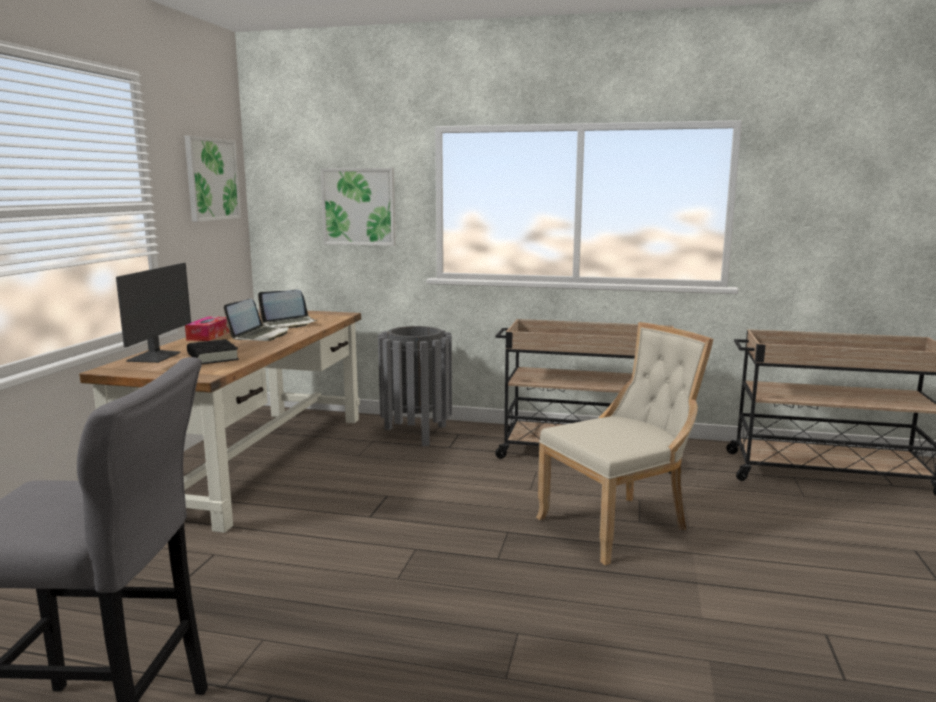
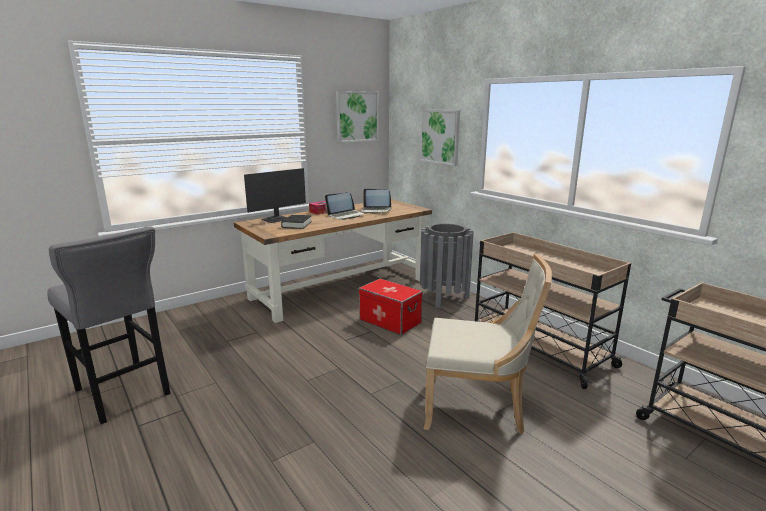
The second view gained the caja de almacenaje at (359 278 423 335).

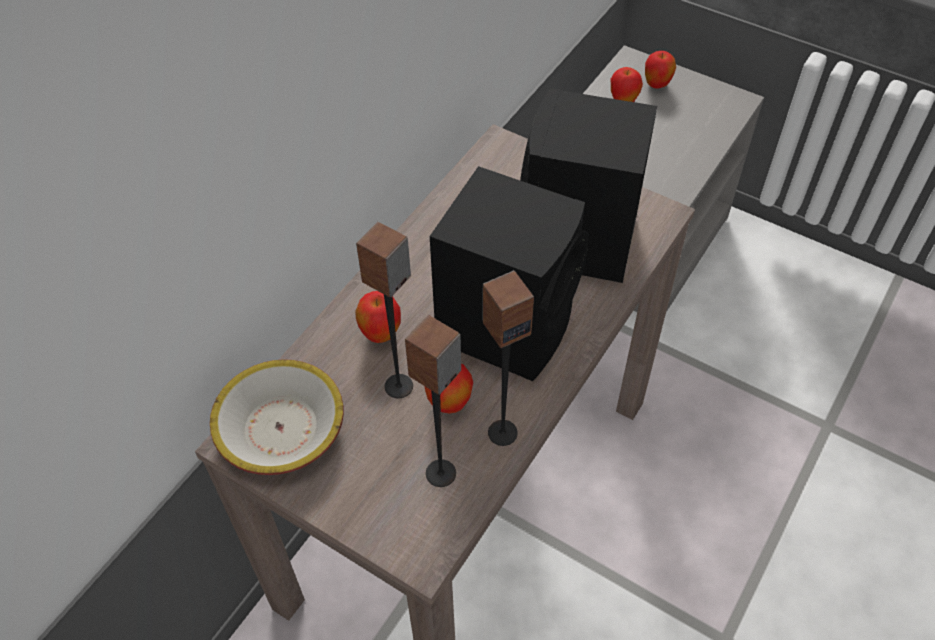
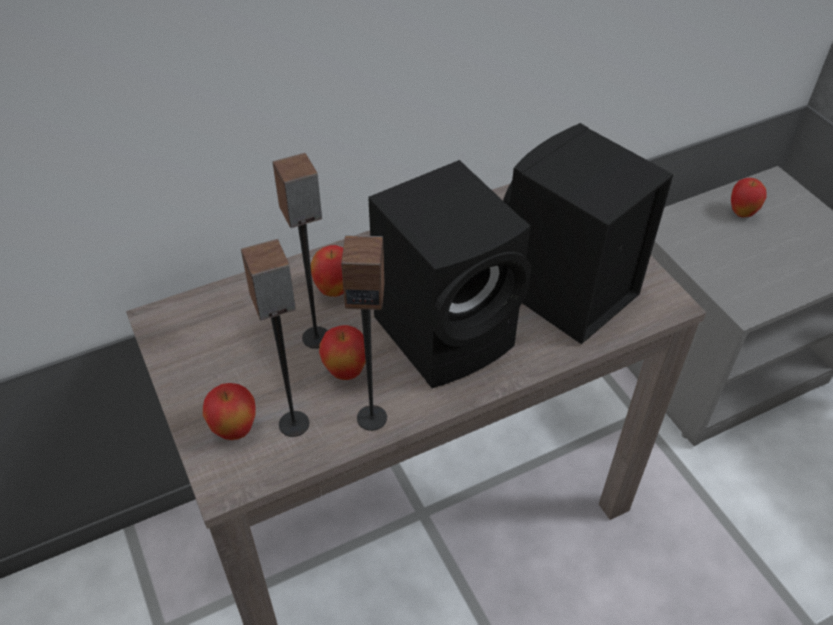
The second view lost the cuenco at (210 359 344 475). The manzana ended up elsewhere, having gone from (645 51 676 89) to (203 383 255 440).

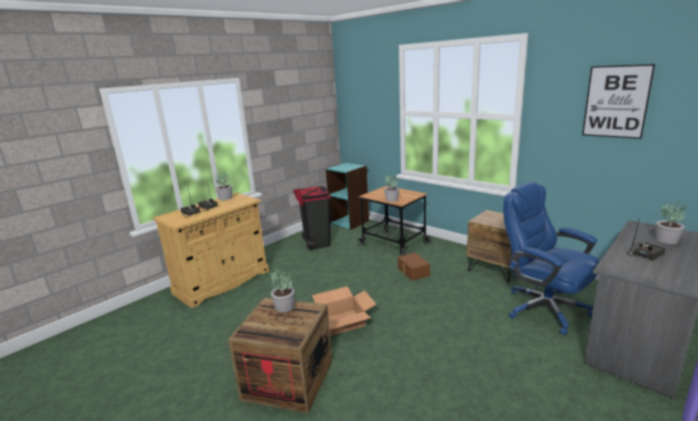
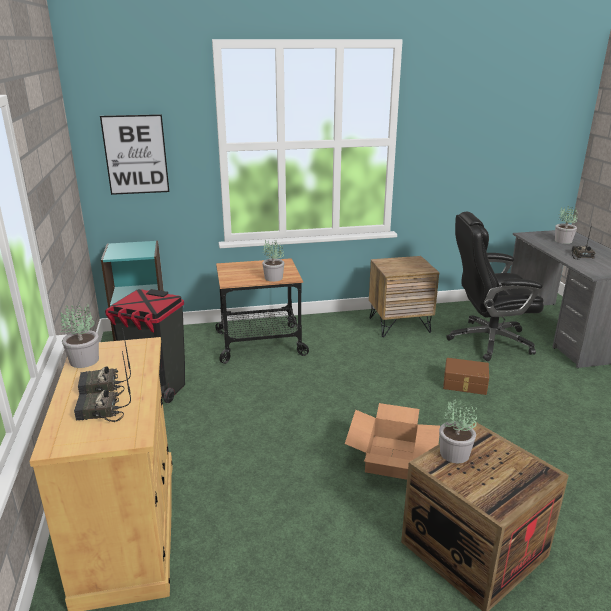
The caja de almacenaje (marrón) ended up elsewhere, having gone from (398 253 430 281) to (443 358 489 395). What was the silla de oficina (azul) at (503 182 599 335) turned into the silla de oficina (negro) at (446 212 544 361). The cuadro ended up elsewhere, having gone from (582 64 655 139) to (100 114 169 195).

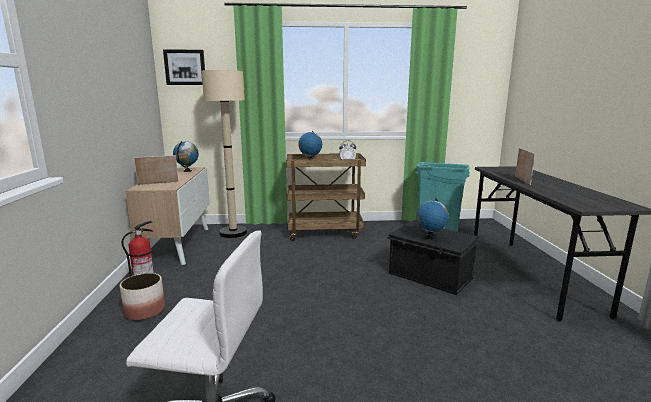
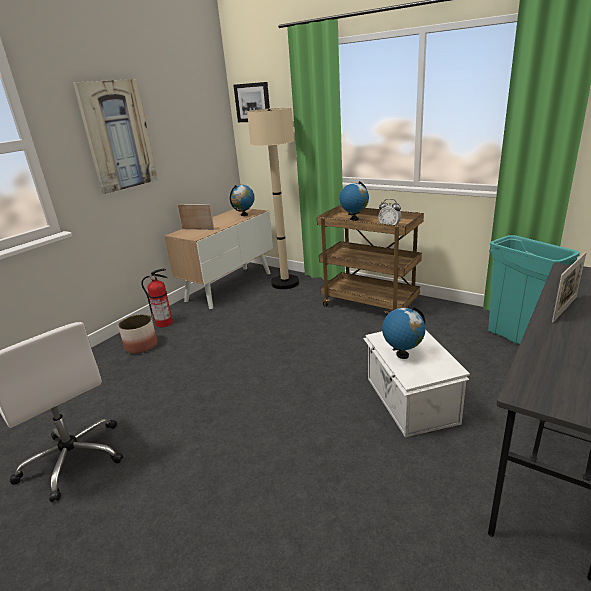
What was the caja de almacenaje (negro) at (387 221 480 295) turned into the caja de almacenaje (blanco) at (363 330 470 437). The second view gained the cuadro at (73 79 158 194).

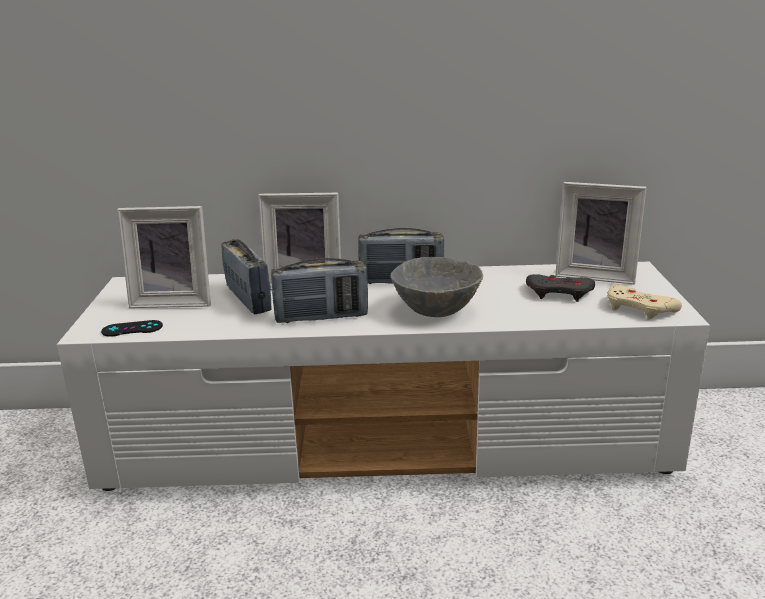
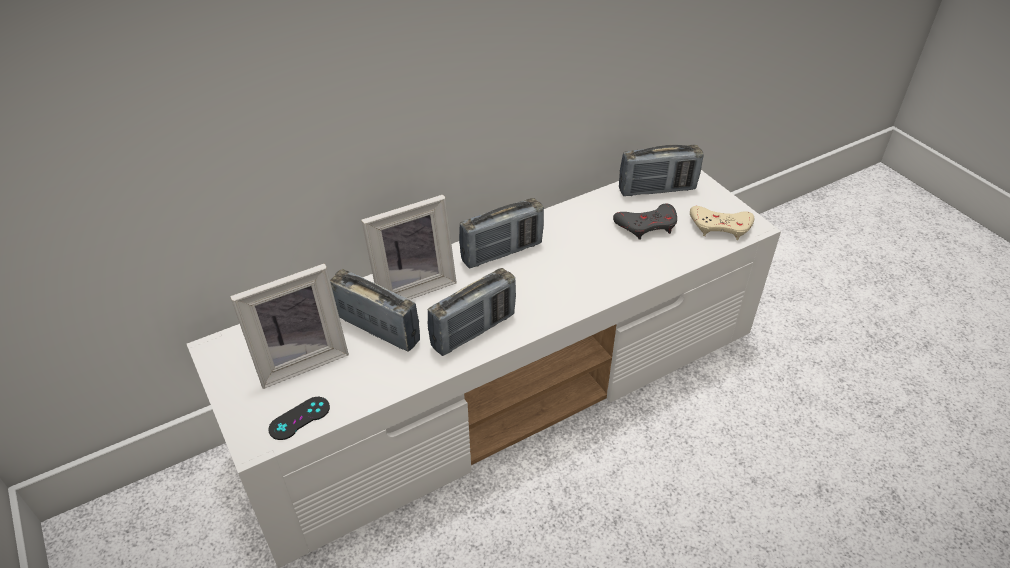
The second view lost the cuenco (gris) at (391 257 483 317). Where the portarretratos stood at (555 182 647 284), the radio came to stand at (619 145 704 196).

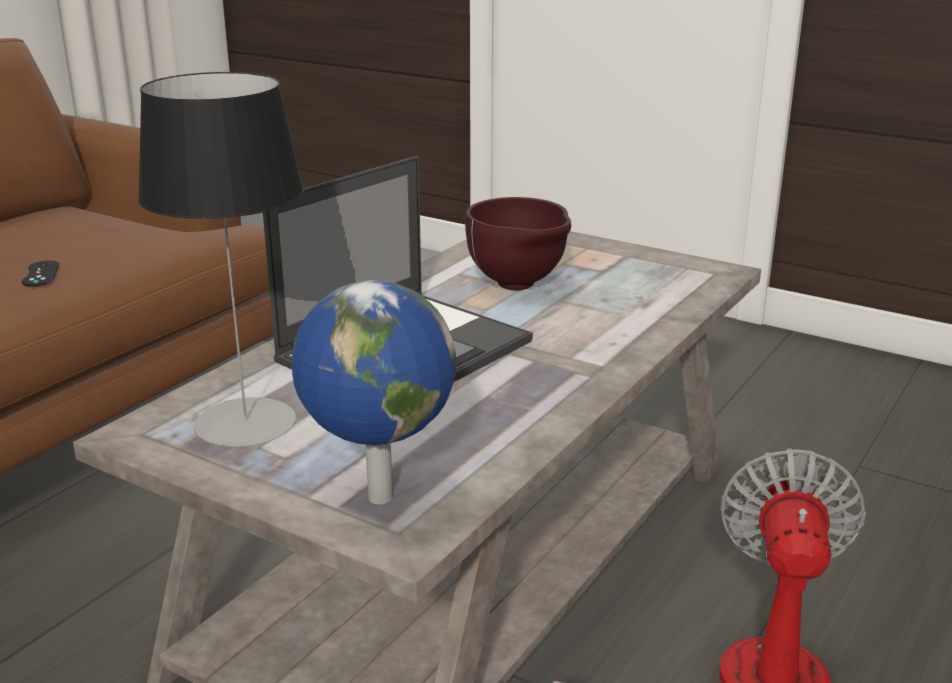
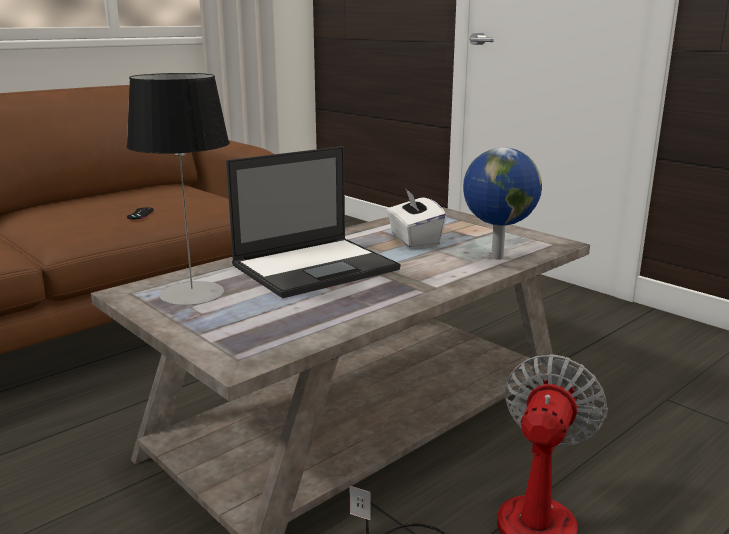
The globo terráqueo ended up elsewhere, having gone from (292 280 457 504) to (463 147 542 260). Where the cuenco (marrón) stood at (465 197 571 290), the caja de pañuelos (blanco) came to stand at (387 188 447 248).

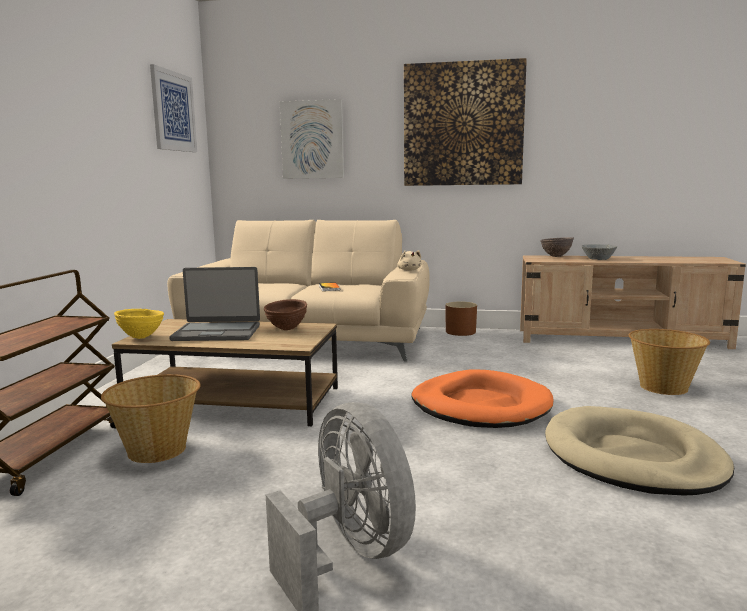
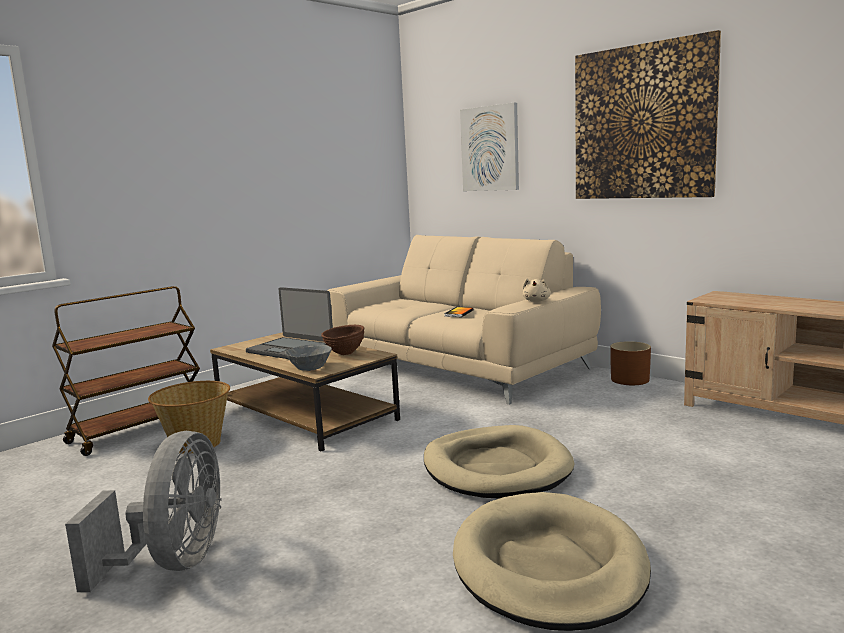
The second view lost the cuenco (amarillo) at (114 309 164 339). The second view lost the cuadro at (150 64 197 152). What was the cama para perro (naranja) at (411 369 554 428) turned into the cama para perro (beis) at (424 425 575 499). The second view lost the cuenco (marrón) at (540 237 574 257). The cuenco (gris) ended up elsewhere, having gone from (582 244 617 260) to (285 344 332 371). The second view lost the cesta at (629 329 710 395).

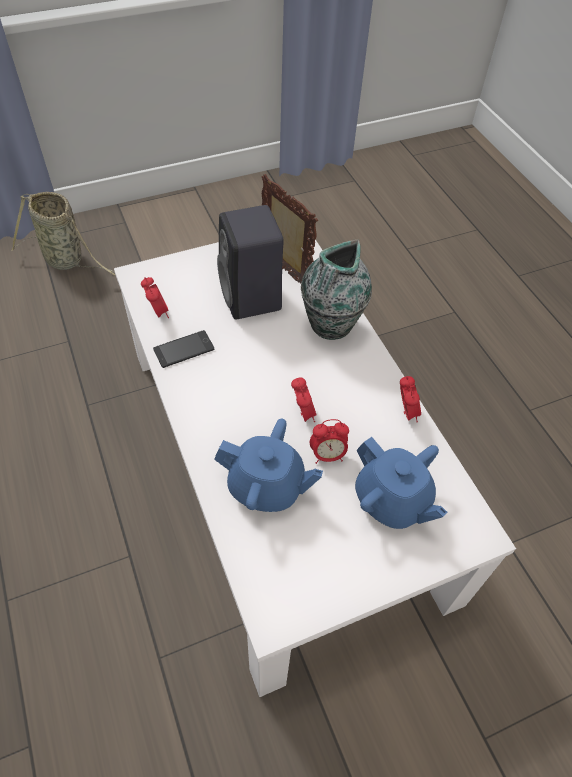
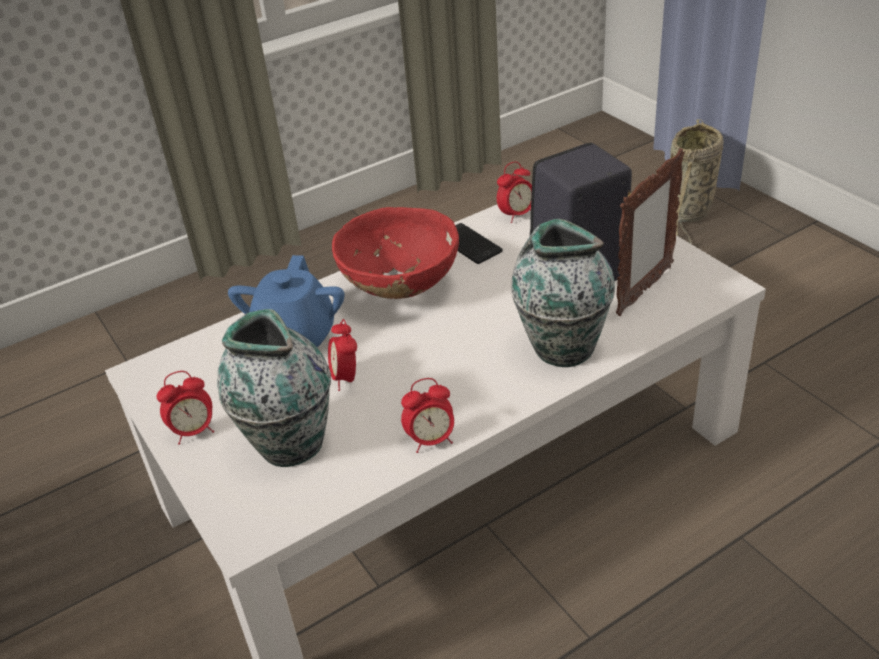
The despertador ended up elsewhere, having gone from (291 377 317 422) to (156 371 214 445). Where the tetera (azul) stood at (355 437 448 529), the florero came to stand at (217 309 331 467). The second view gained the cuenco (rojo) at (332 207 459 299).

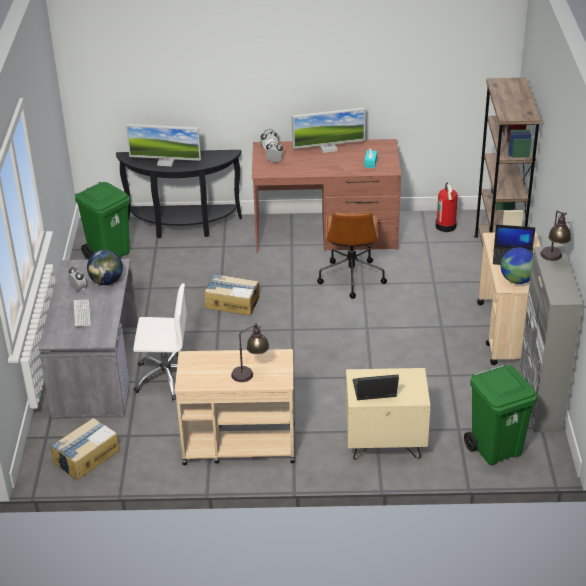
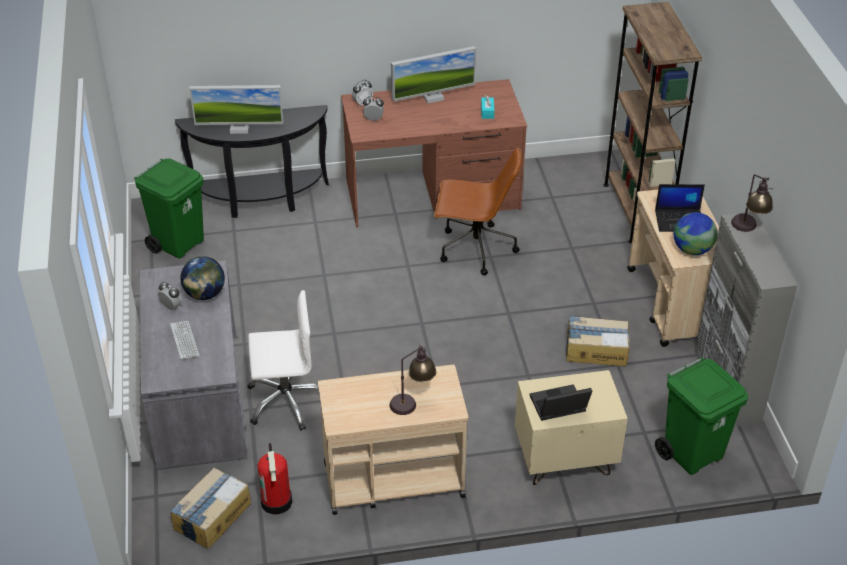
The caja de cartón ended up elsewhere, having gone from (204 274 260 315) to (566 315 630 366). The silla de oficina (marrón) at (317 212 387 299) ended up facing another way, 75 degrees counterclockwise from before. The extintor ended up elsewhere, having gone from (436 183 458 232) to (258 443 292 514).

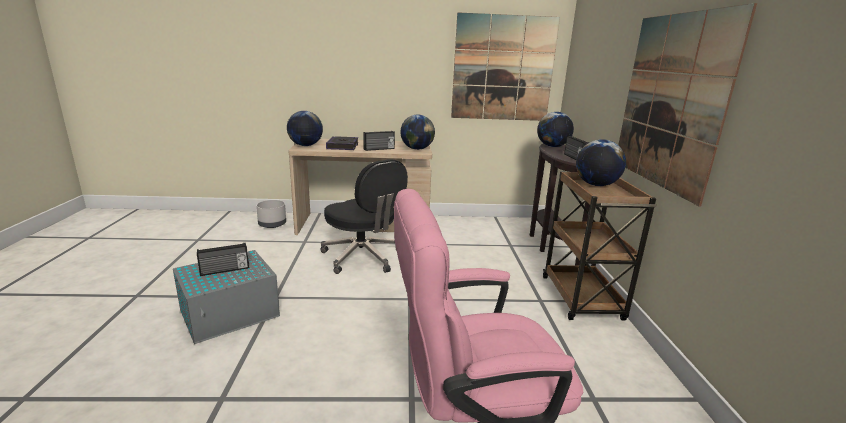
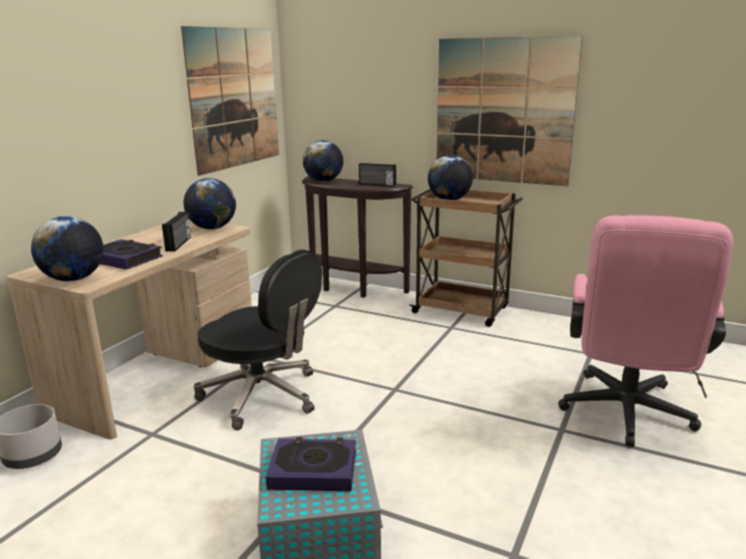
Where the radio stood at (197 243 249 276), the libro came to stand at (266 437 356 491). The silla de oficina (negro) at (320 159 408 274) ended up facing another way, 45 degrees clockwise from before.

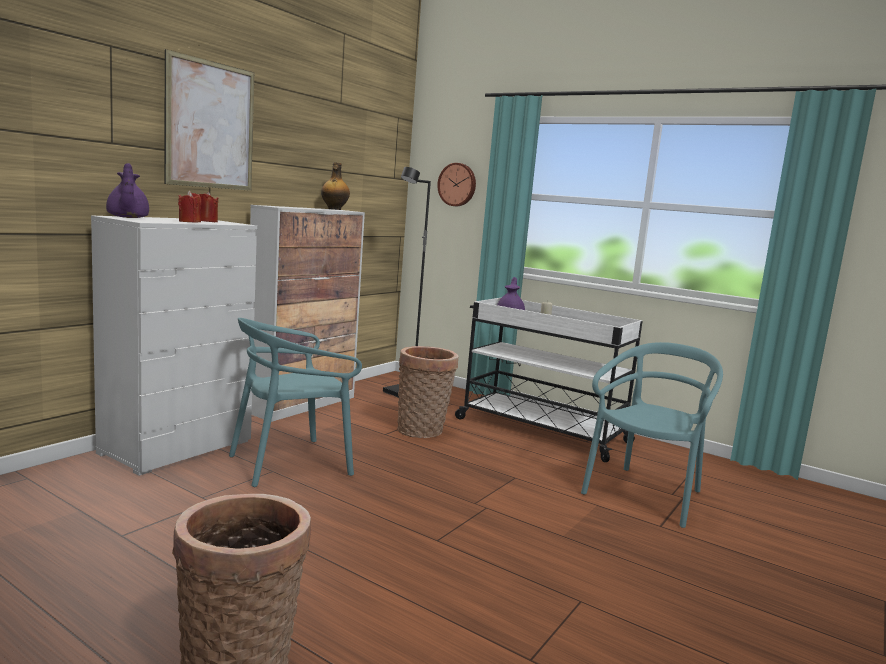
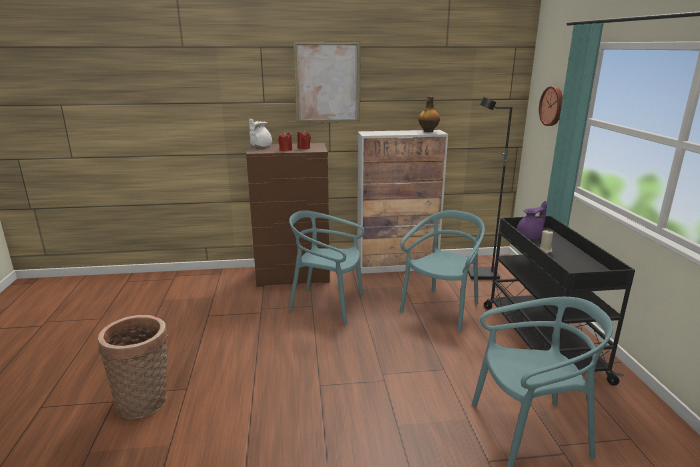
What was the cómoda (blanco) at (91 216 257 476) turned into the cómoda (marrón) at (246 143 330 287). What was the tetera (morado) at (106 163 149 218) turned into the tetera (blanco) at (249 119 272 147). Where the cesta stood at (397 346 458 438), the silla (turquesa) came to stand at (400 210 485 333). What was the carrito (blanco) at (455 298 643 462) turned into the carrito (negro) at (484 216 635 386).

